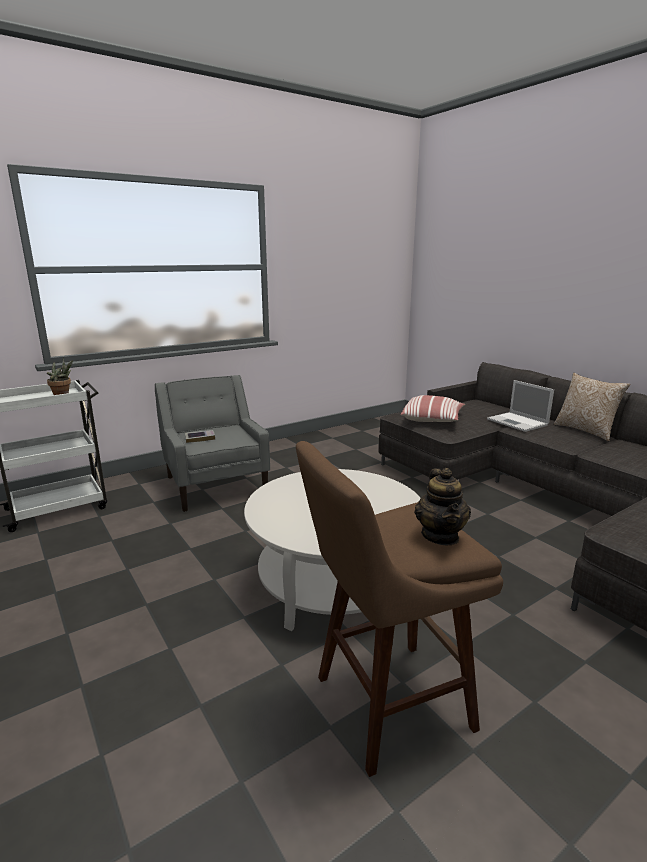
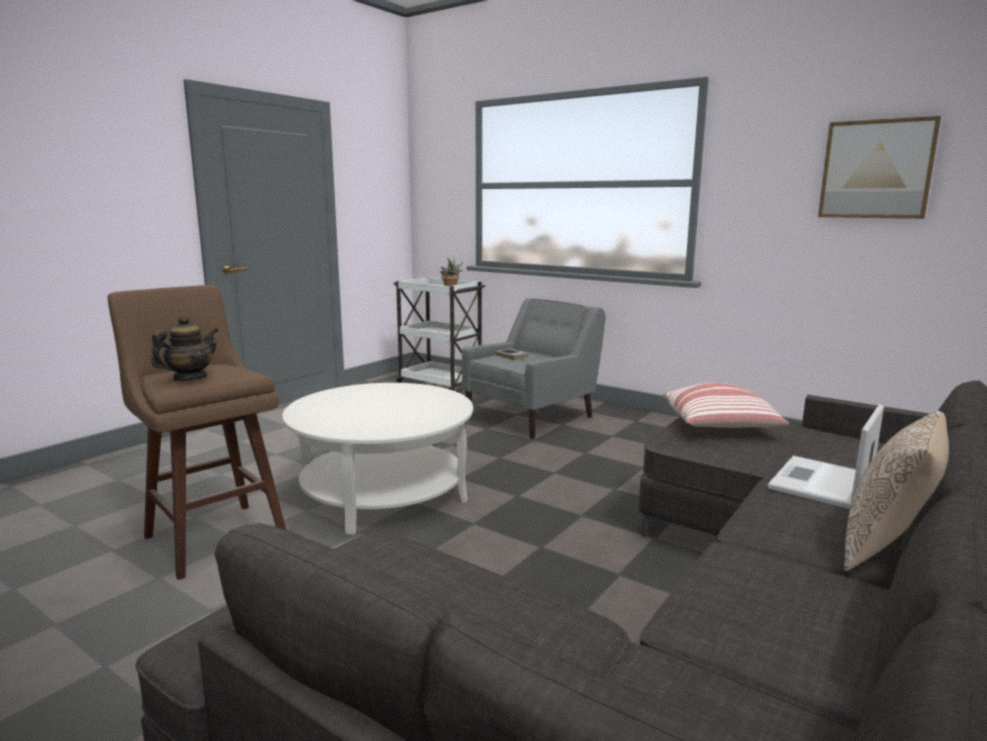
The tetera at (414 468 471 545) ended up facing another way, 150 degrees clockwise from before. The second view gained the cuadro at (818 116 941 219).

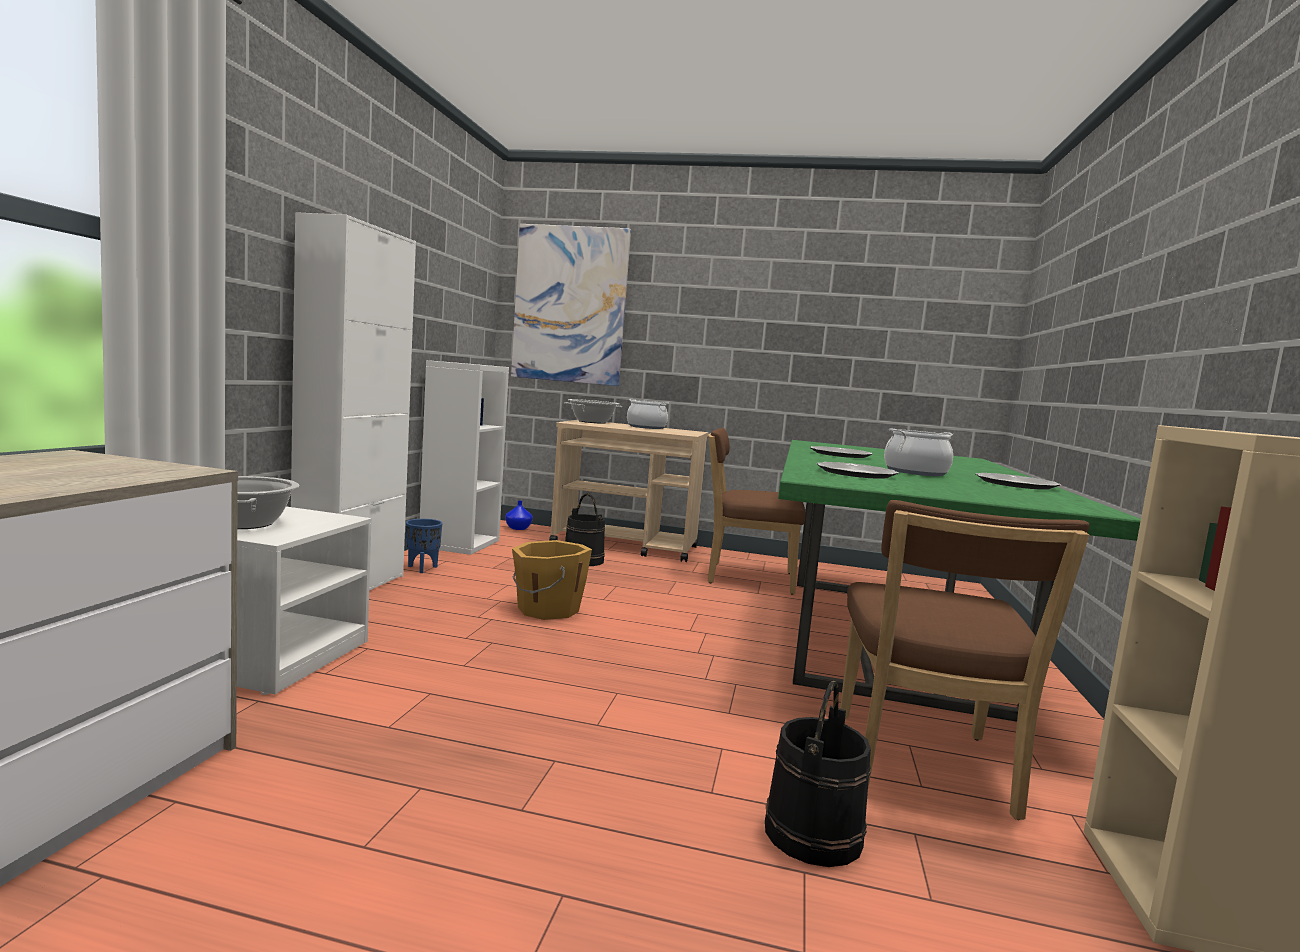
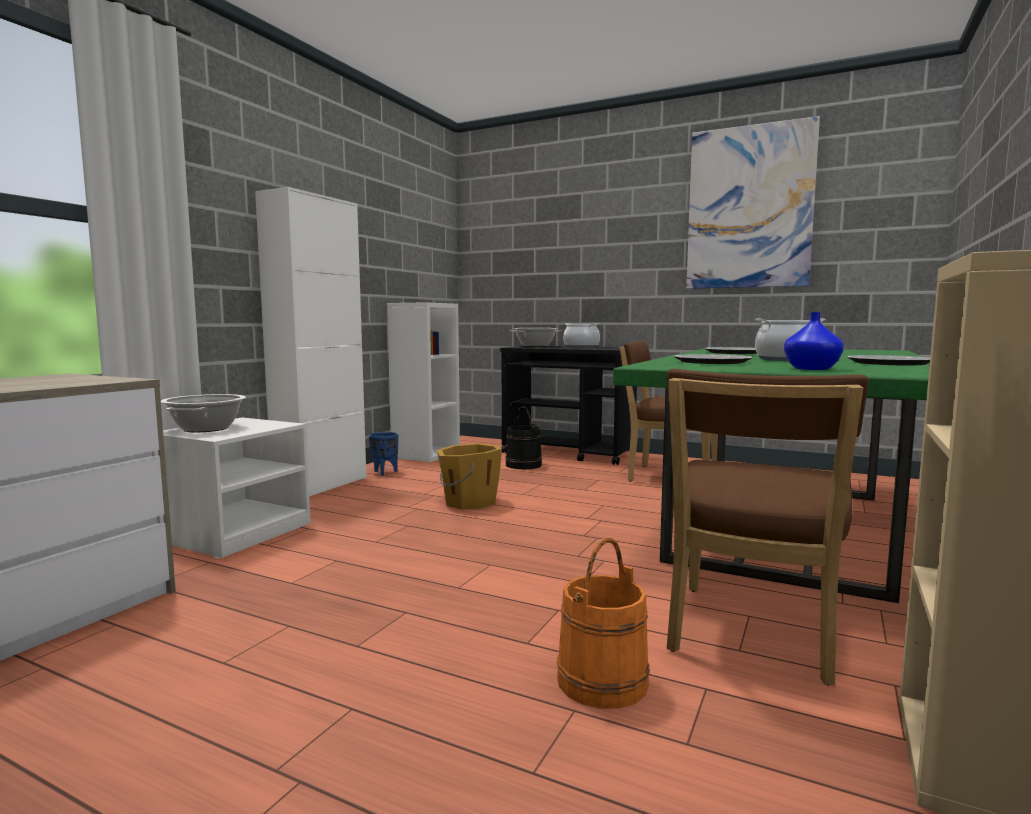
The florero (azul) ended up elsewhere, having gone from (505 501 533 530) to (784 312 844 370). The cuadro ended up elsewhere, having gone from (511 224 631 386) to (686 116 820 289). What was the carrito (beis) at (549 420 708 562) turned into the carrito (negro) at (500 346 637 465). What was the cubo (negro) at (765 681 871 867) turned into the cubo (naranja) at (557 538 650 709).

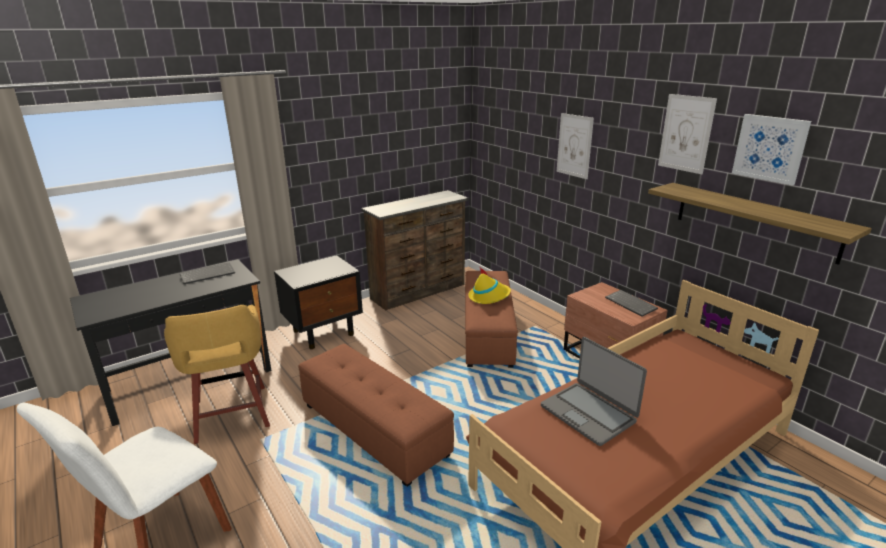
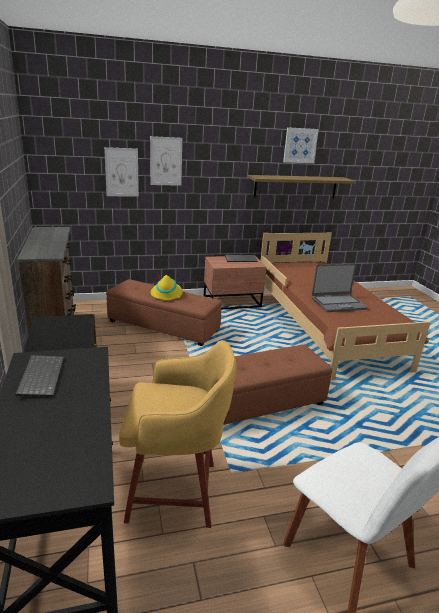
The cuadro ended up elsewhere, having gone from (658 94 717 174) to (104 147 139 197).

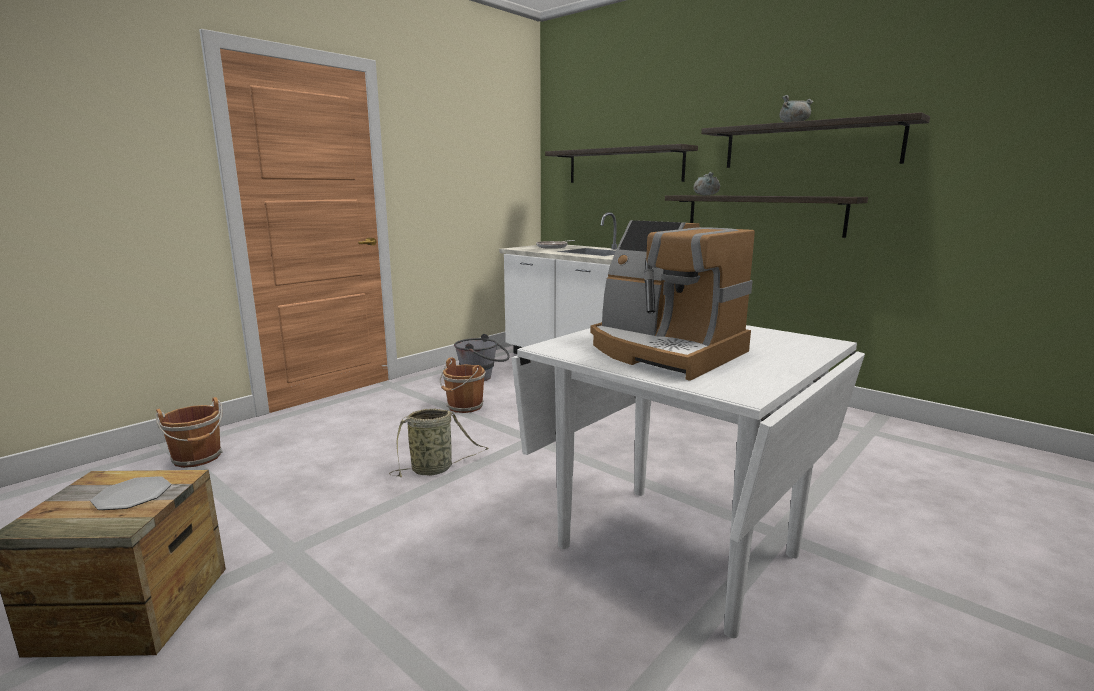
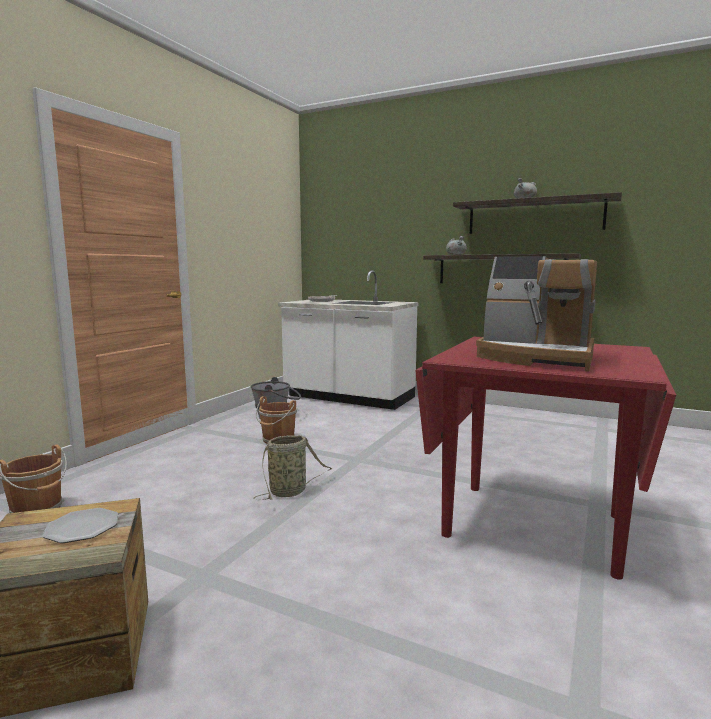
What was the mesa de comedor (blanco) at (511 325 865 638) turned into the mesa de comedor (rojo) at (415 337 676 580). The second view lost the estante at (545 144 698 183).

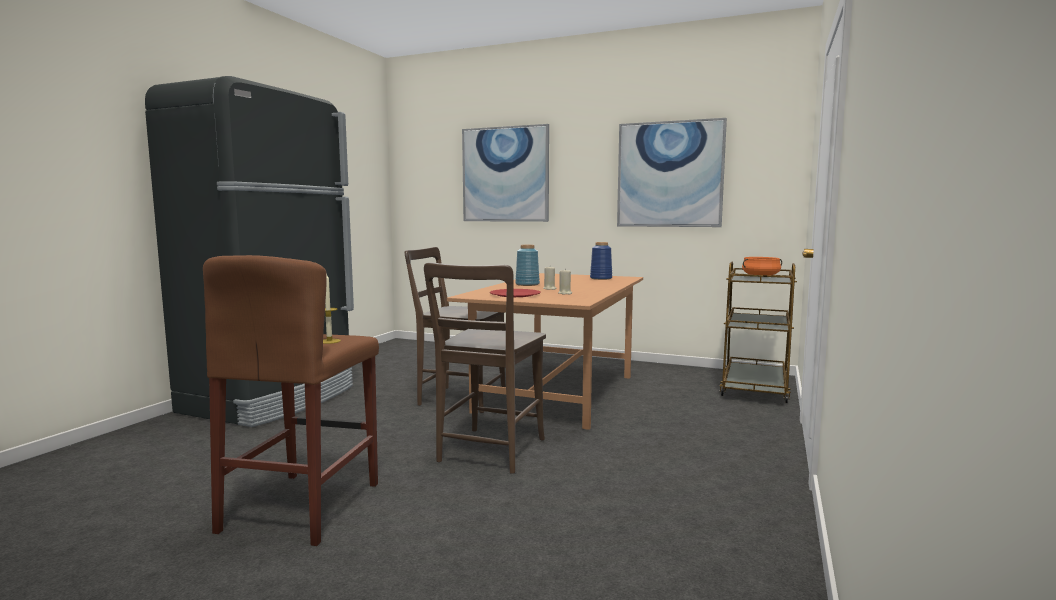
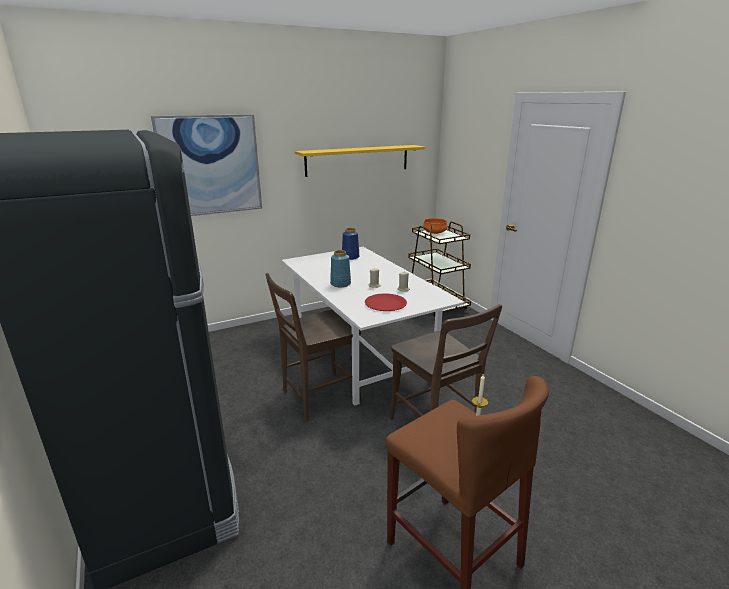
What was the mesa de comedor (marrón) at (447 273 643 430) turned into the mesa de comedor (blanco) at (282 247 464 406). Where the cuadro hung at (617 118 727 227), the estante (amarillo) came to hang at (295 145 426 177).

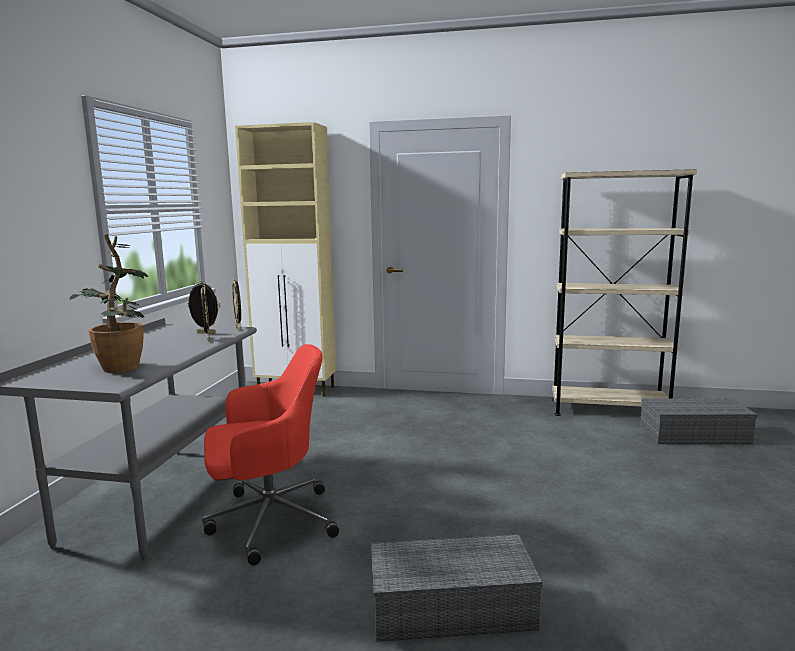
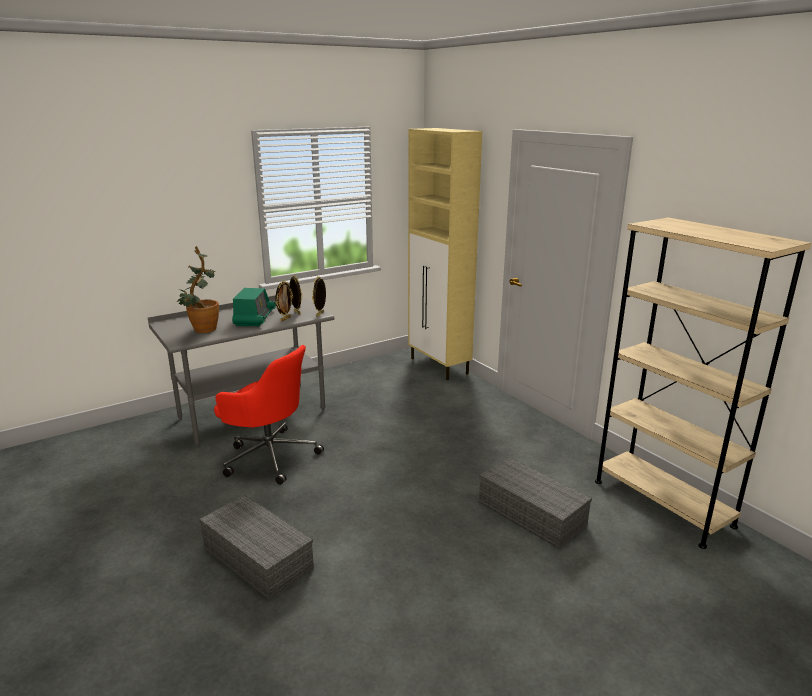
The caja de almacenaje (gris) ended up elsewhere, having gone from (640 398 758 444) to (479 457 592 549). The second view gained the radio at (232 288 276 326).

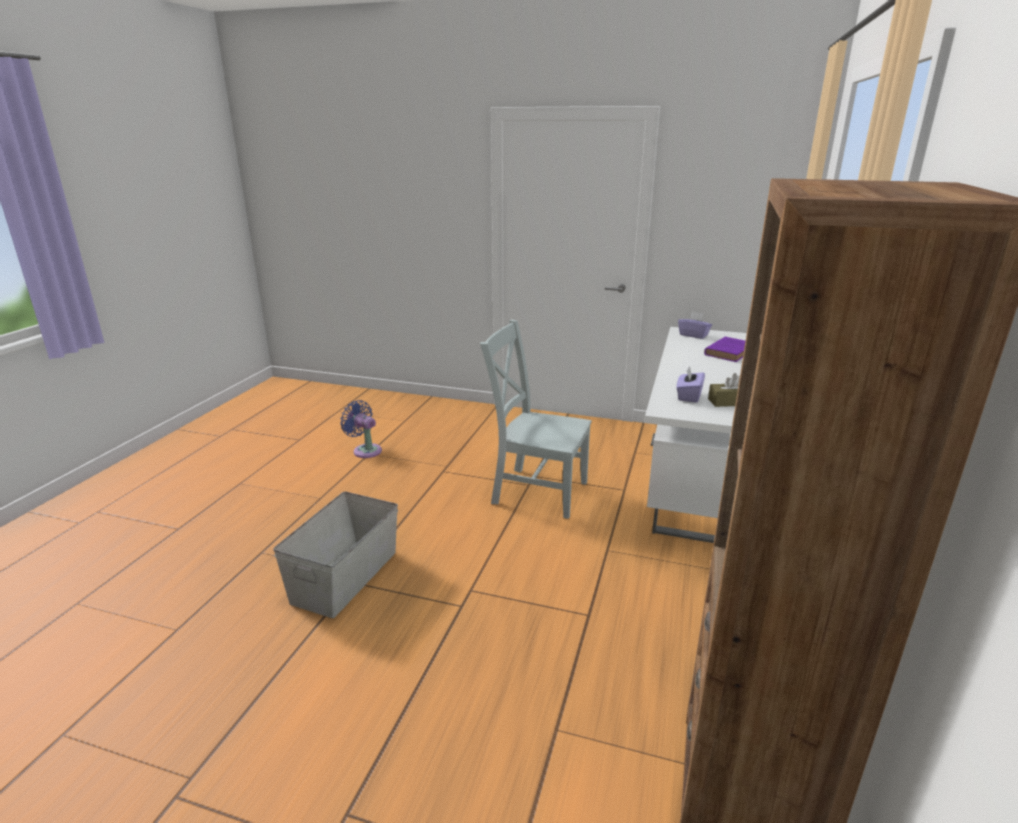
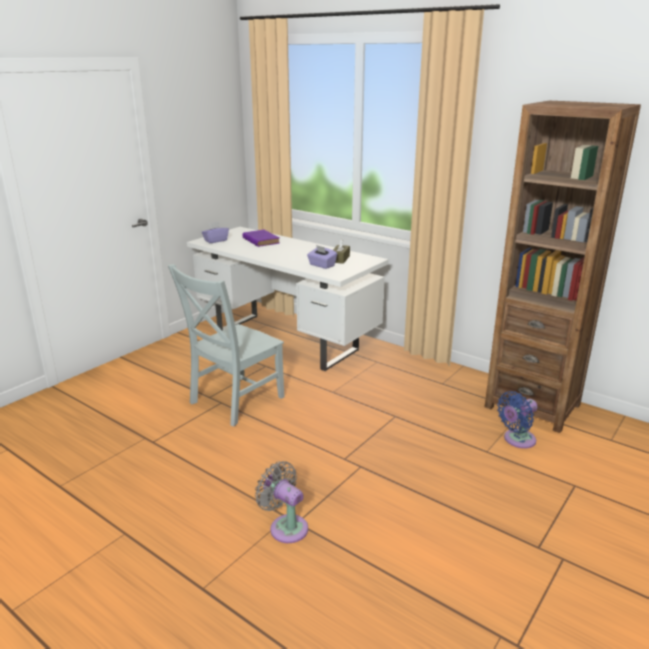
Where the caja de almacenaje (gris) stood at (273 492 398 618), the ventilador (gris) came to stand at (255 461 308 543). The ventilador (azul) ended up elsewhere, having gone from (340 400 382 458) to (497 391 538 448).

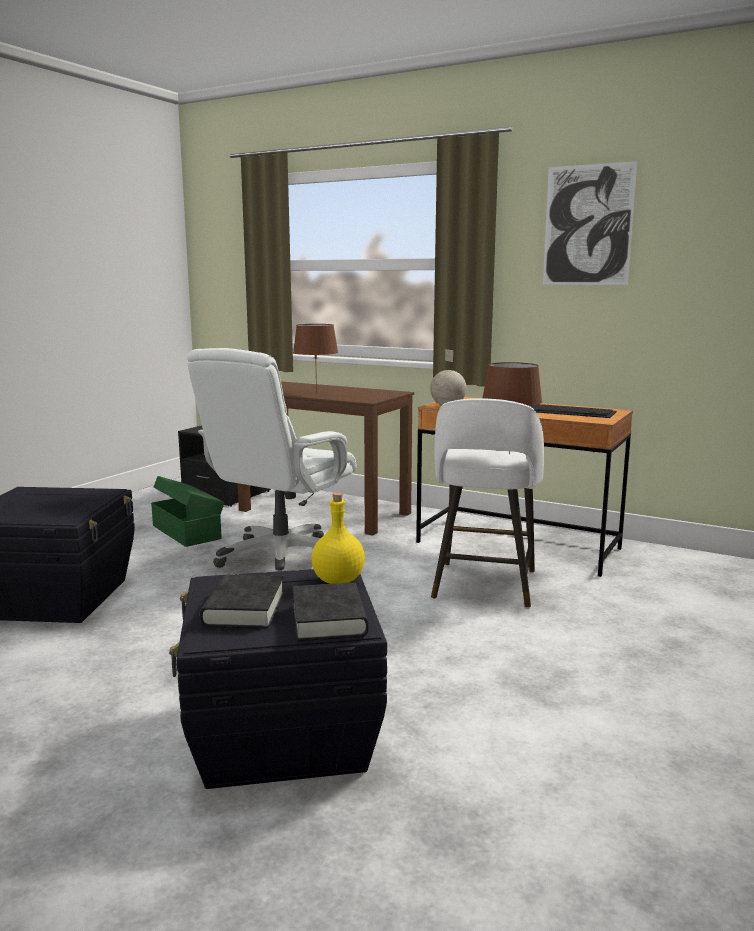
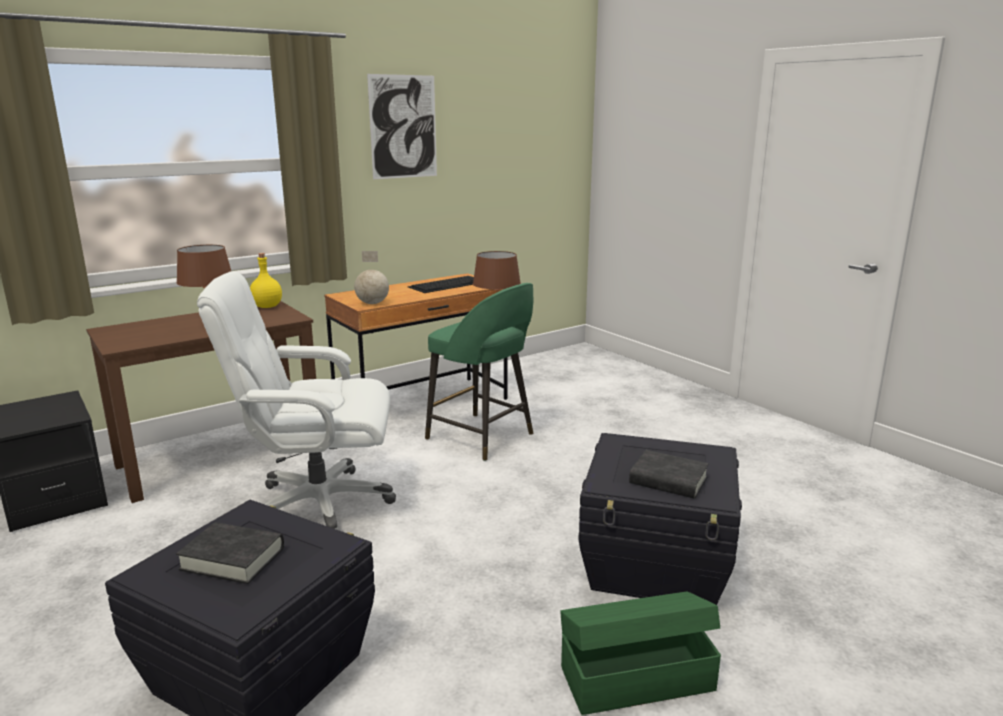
The caja de almacenaje (verde) ended up elsewhere, having gone from (151 476 225 547) to (560 592 721 715). The silla de oficina (blanco) at (187 348 356 572) ended up facing another way, 120 degrees clockwise from before. The libro (negro) ended up elsewhere, having gone from (293 583 368 641) to (176 522 284 584). The botella (amarillo) ended up elsewhere, having gone from (311 493 365 584) to (250 253 282 308). What was the taburete (blanco) at (431 398 544 608) turned into the taburete (verde) at (425 283 533 461).

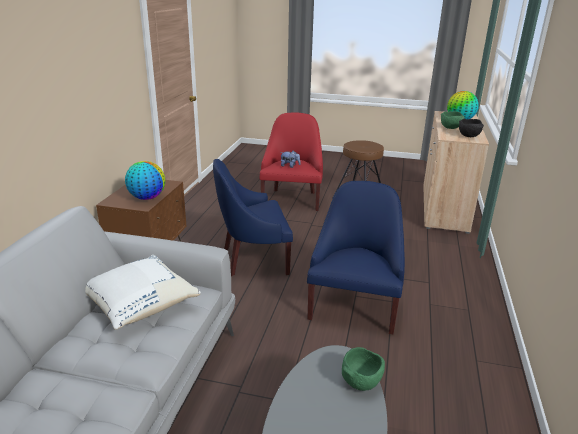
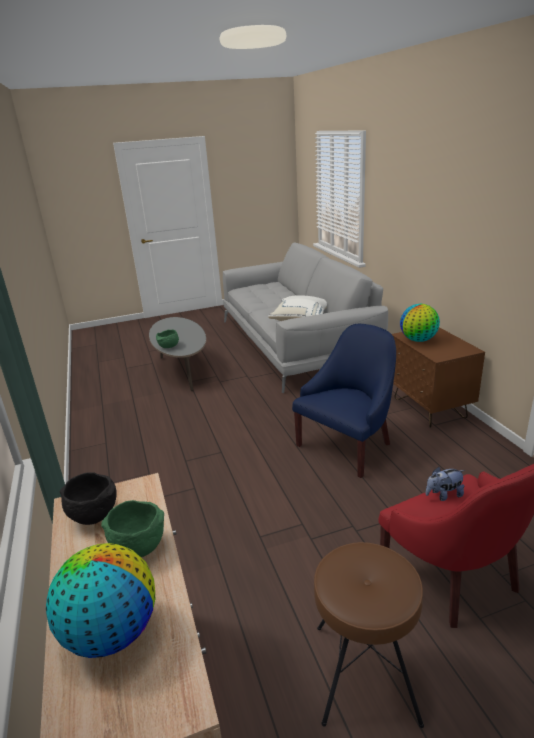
The second view lost the sillón (azul) at (307 181 405 334).

